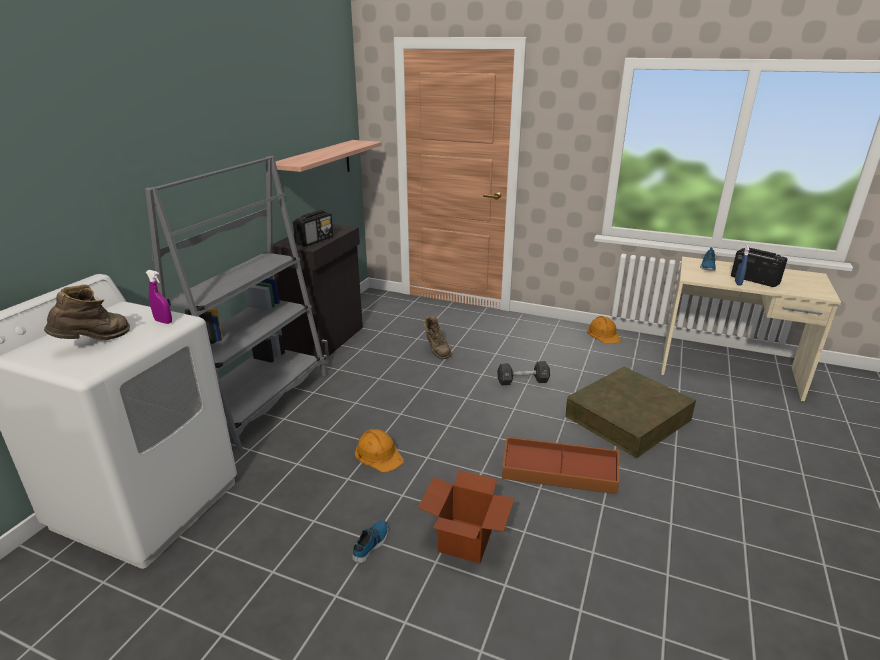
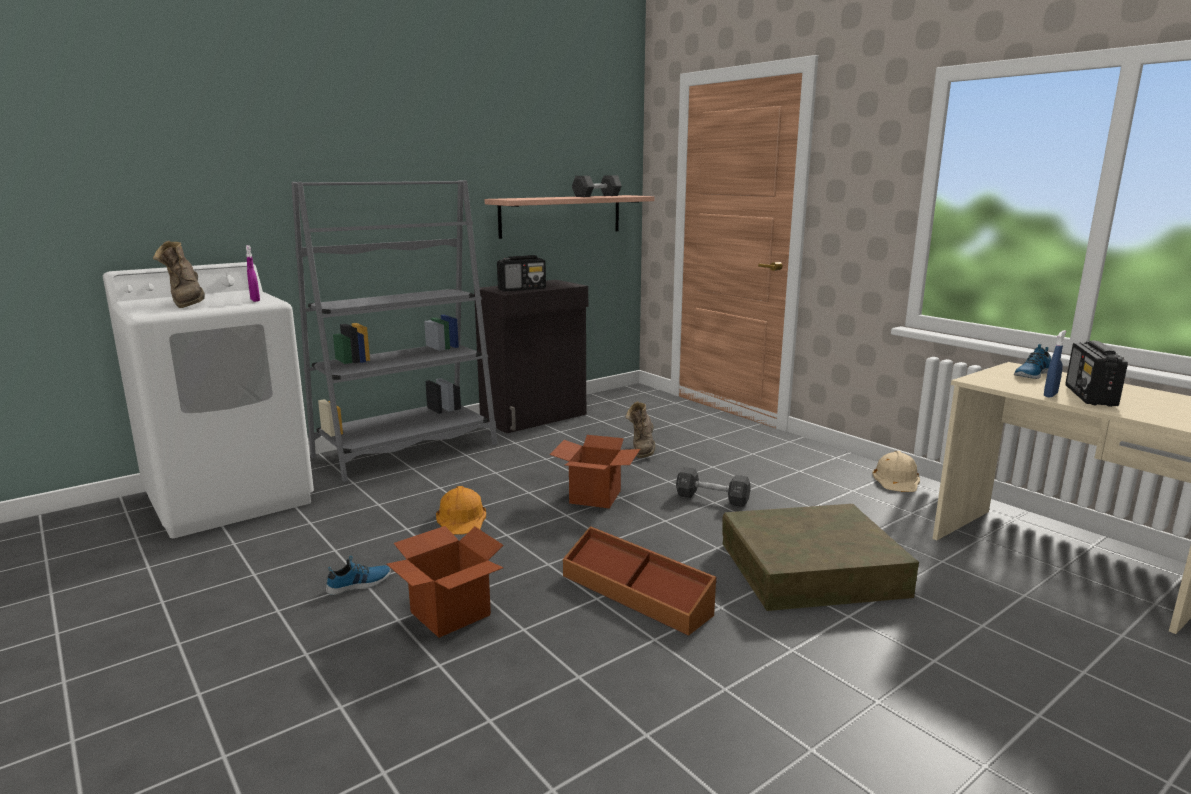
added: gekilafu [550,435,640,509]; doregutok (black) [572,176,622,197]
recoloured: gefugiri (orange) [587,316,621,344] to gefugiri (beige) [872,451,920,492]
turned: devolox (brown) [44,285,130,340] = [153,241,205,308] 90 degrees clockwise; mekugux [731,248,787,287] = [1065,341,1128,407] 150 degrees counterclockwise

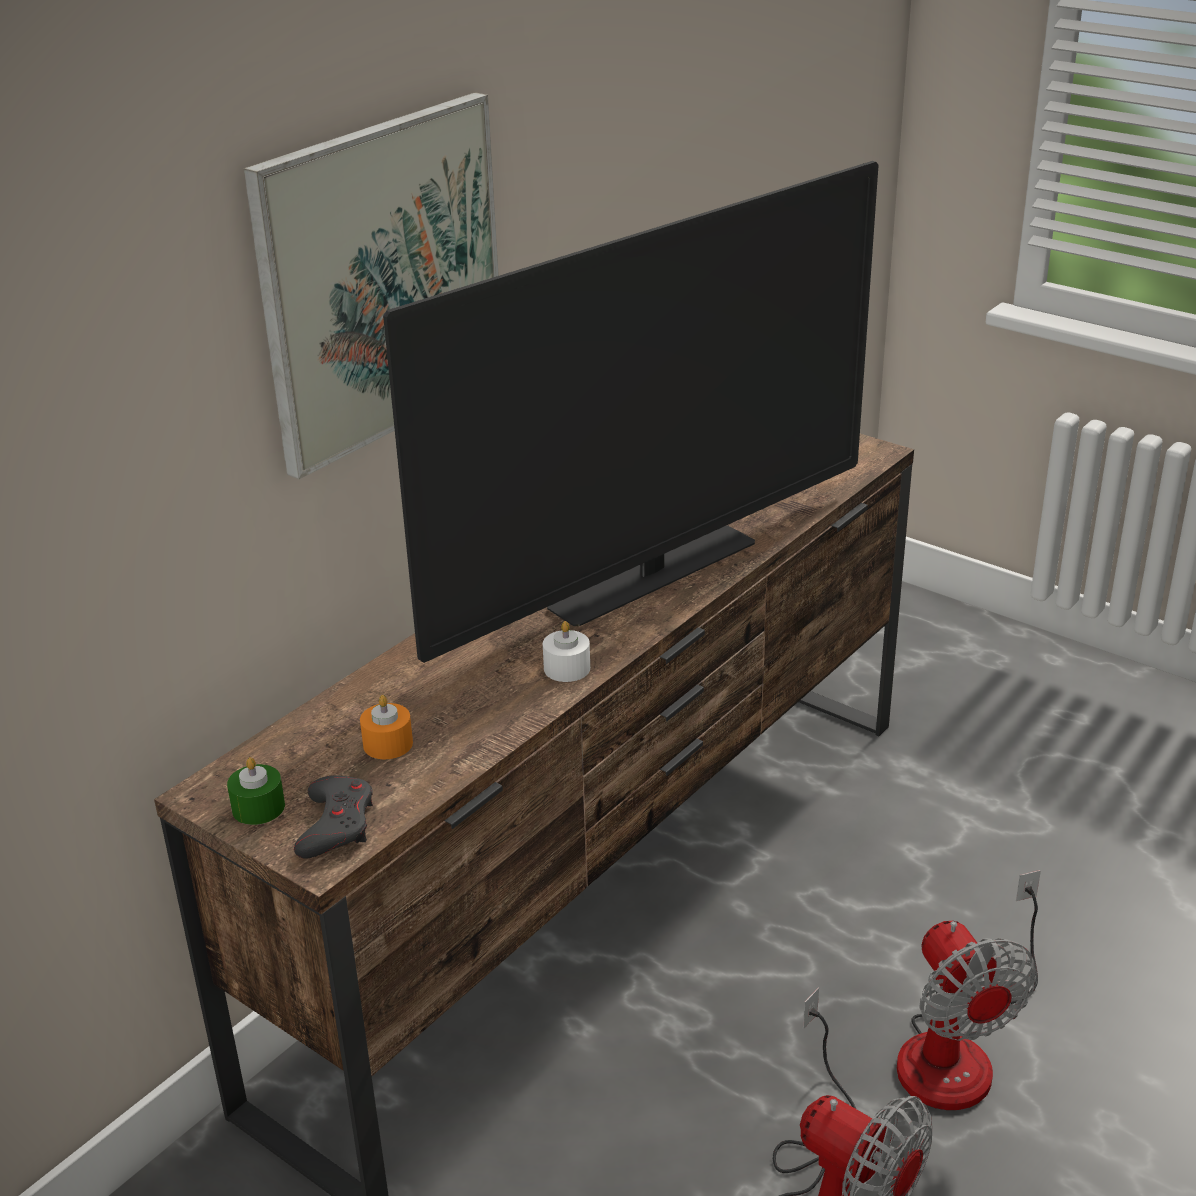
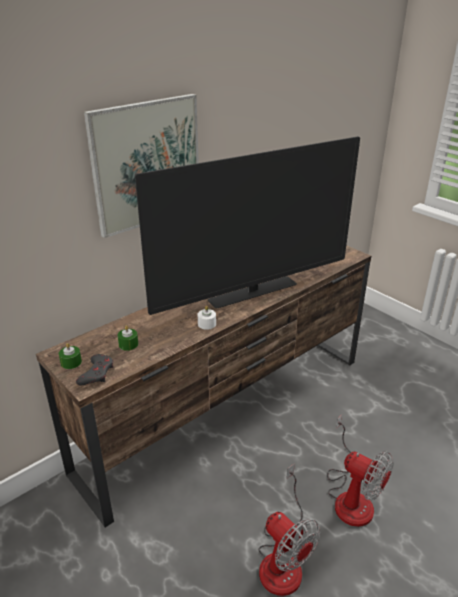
recoloured: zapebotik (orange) [360,695,413,759] to zapebotik (green) [118,325,138,351]
turned: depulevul [896,870,1041,1110] = [327,414,394,527] 45 degrees counterclockwise

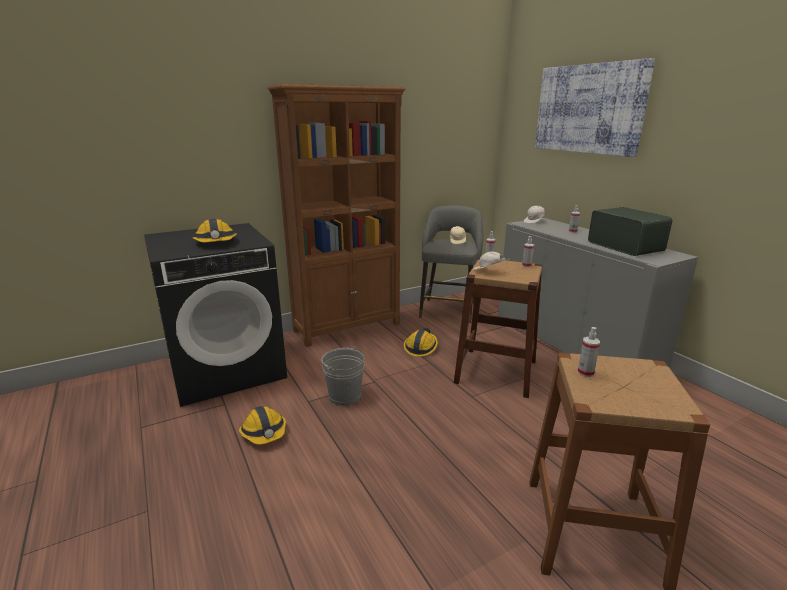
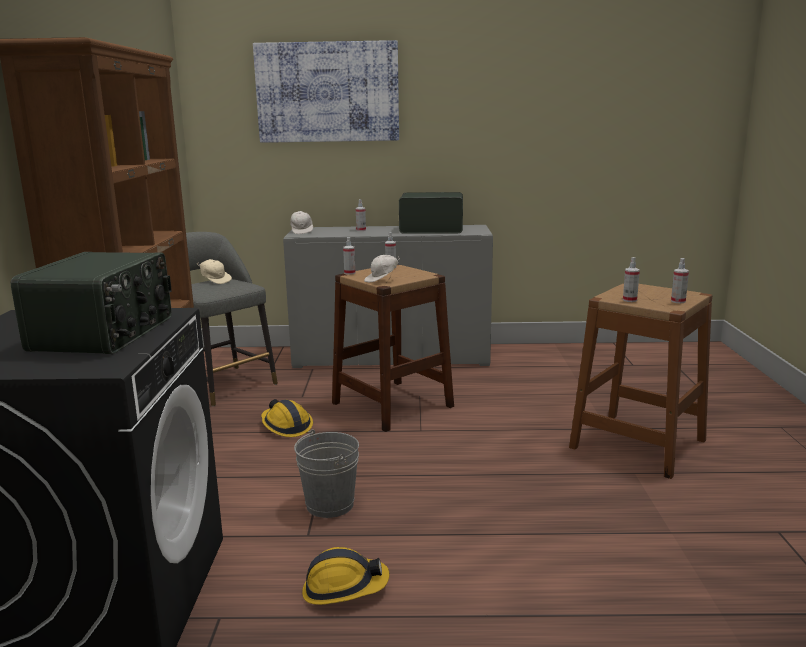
added: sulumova [671,258,689,303]
replaced: gefugiri [192,219,237,242] to mekugux [11,252,172,354]

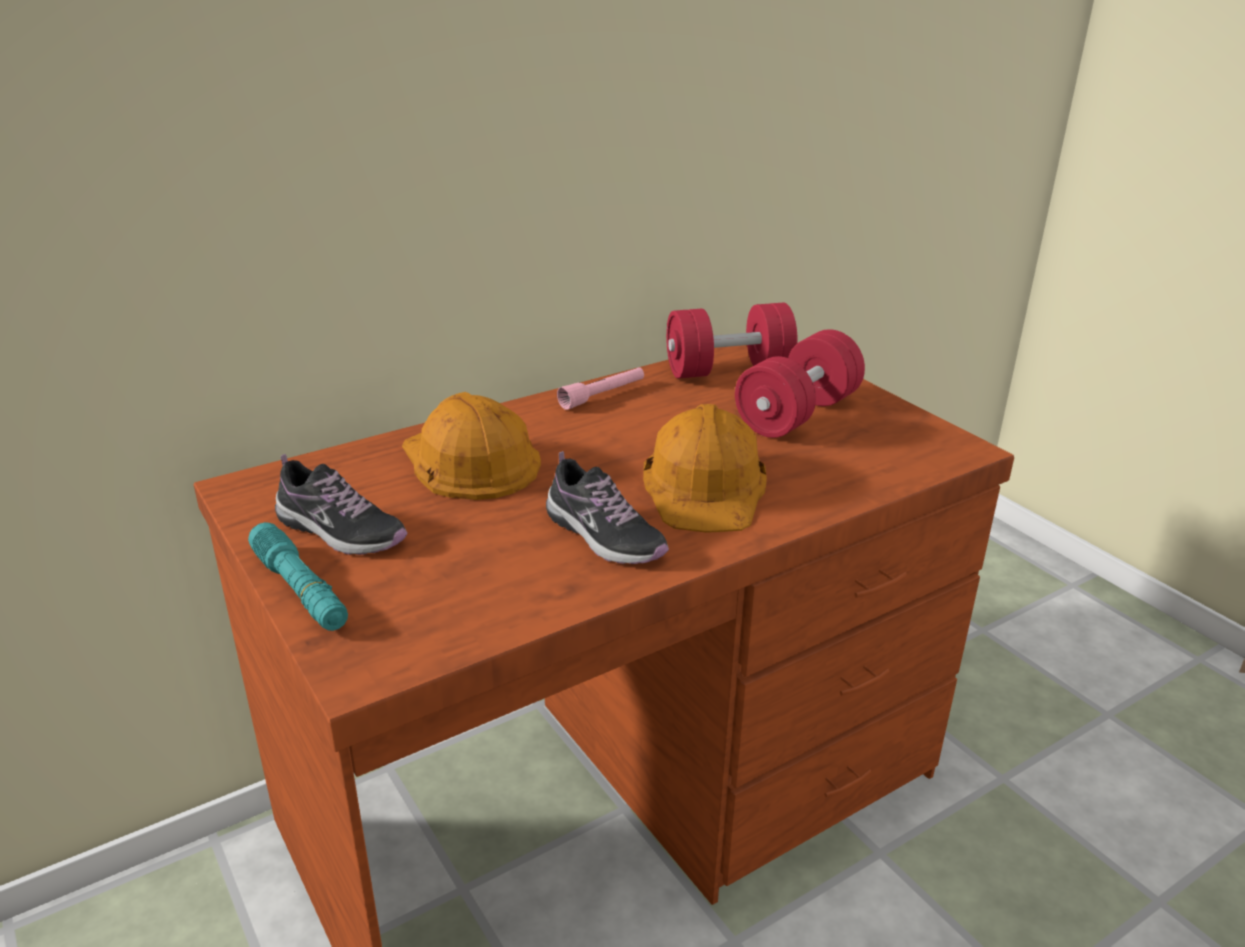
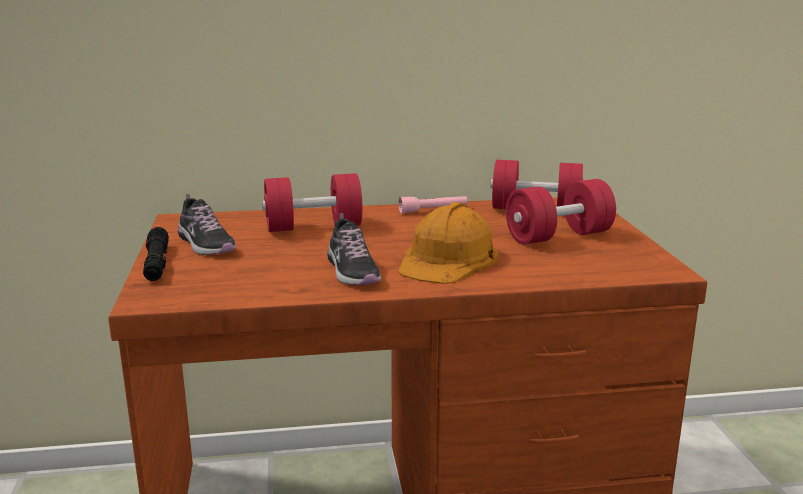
replaced: gefugiri (orange) [402,392,541,500] to doregutok (red) [262,173,362,232]
recoloured: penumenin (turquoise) [248,522,348,631] to penumenin (black) [143,227,169,281]

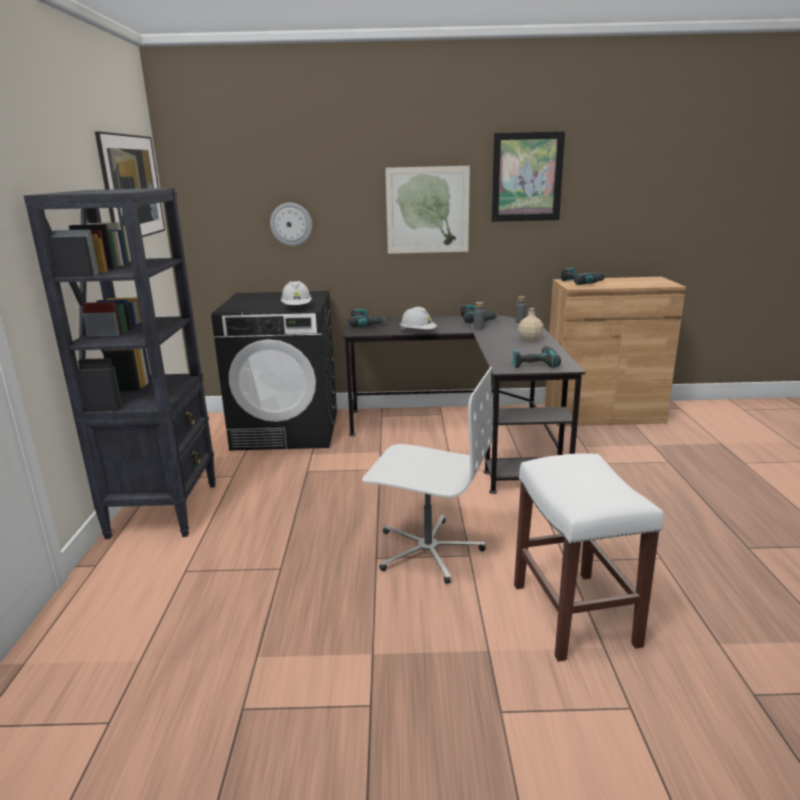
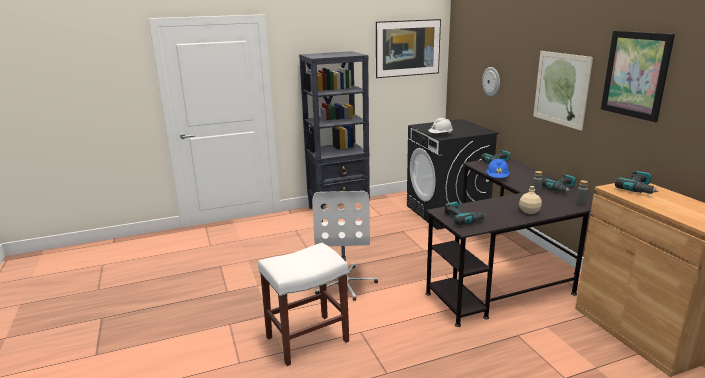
recoloured: gefugiri (white) [400,307,437,331] to gefugiri (blue) [486,159,510,178]

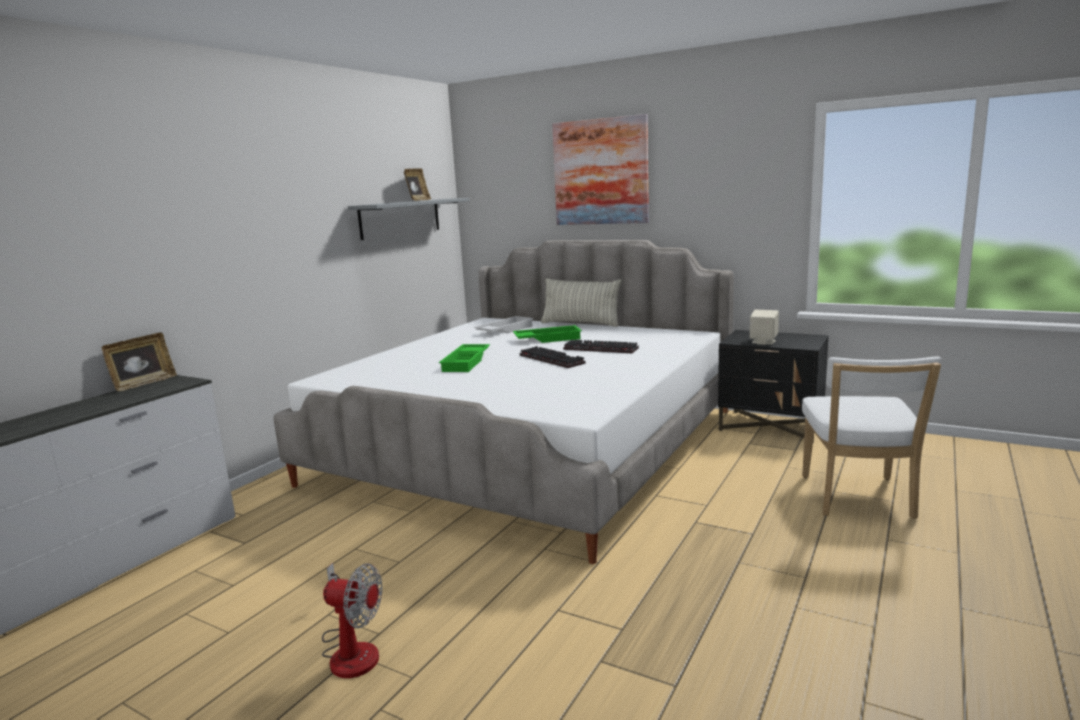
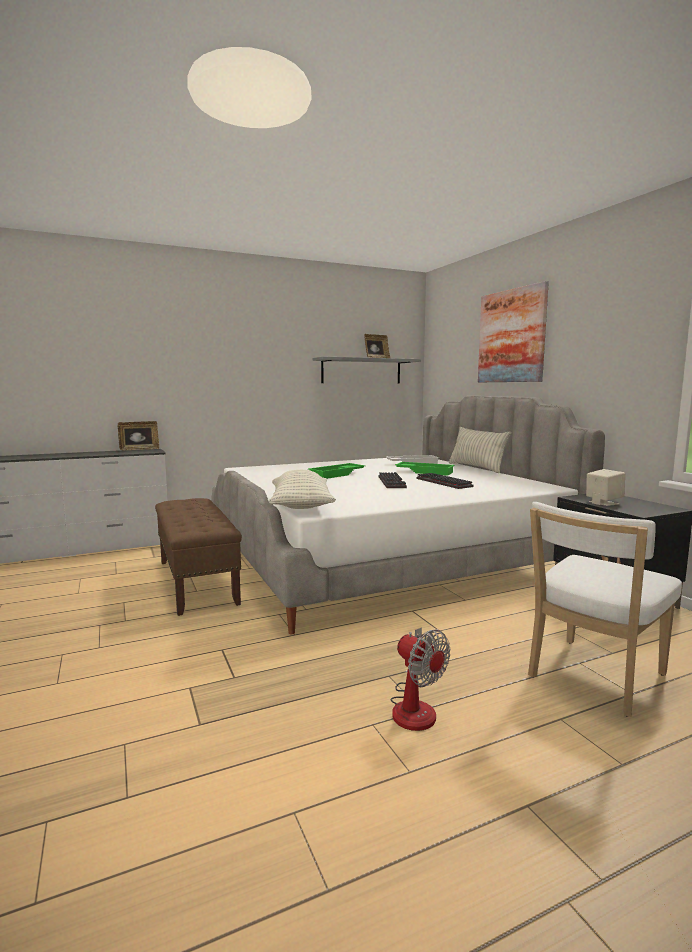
added: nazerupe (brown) [155,498,242,616]; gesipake [269,470,336,509]
moved: depulevul [322,563,382,678] to [391,627,451,731]

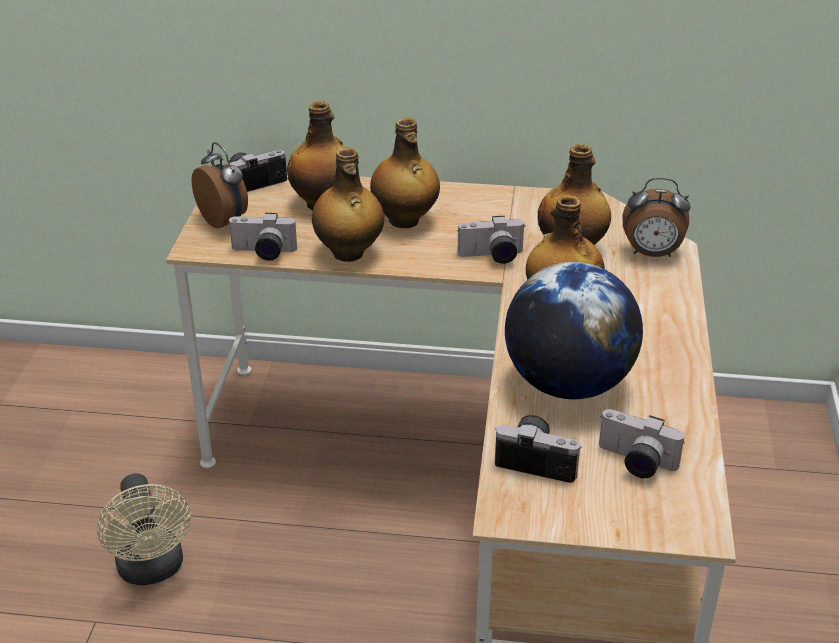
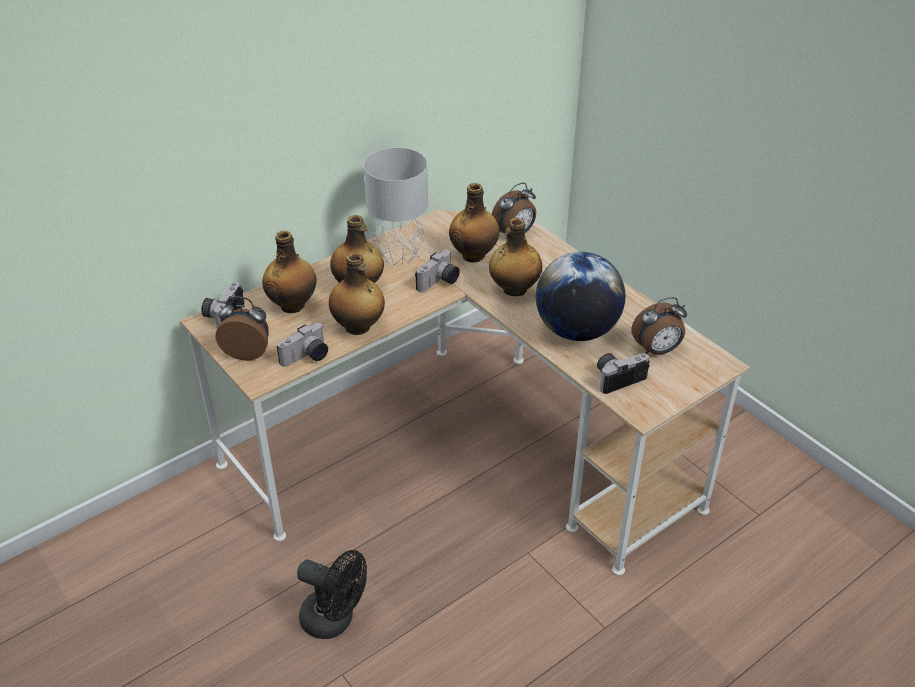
added: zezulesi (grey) [364,148,428,265]
replaced: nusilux [599,409,685,478] to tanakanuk [632,297,687,355]
recoloured: depulevul (beige) [97,473,191,586] to depulevul (black) [297,550,367,639]

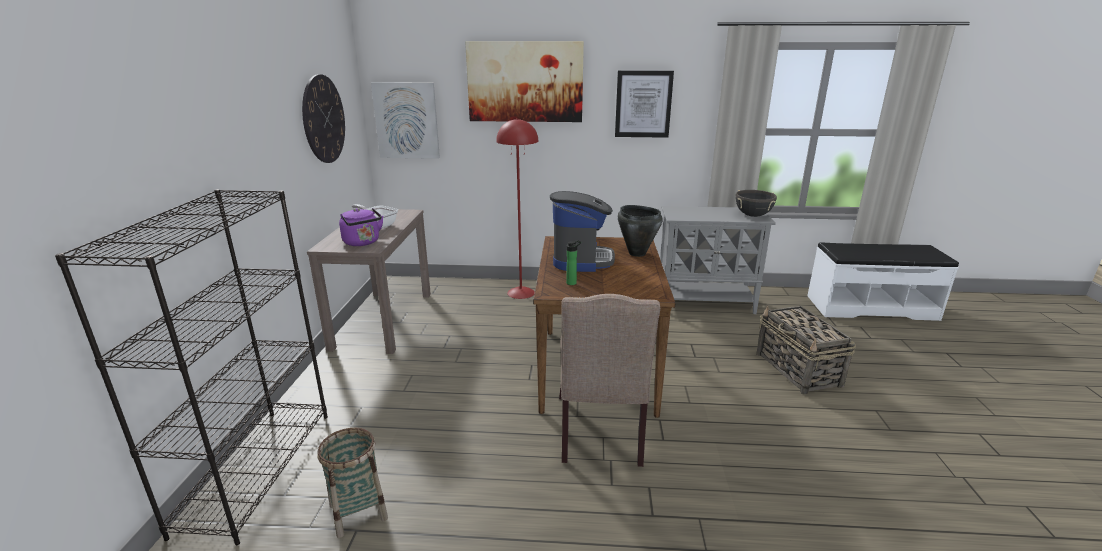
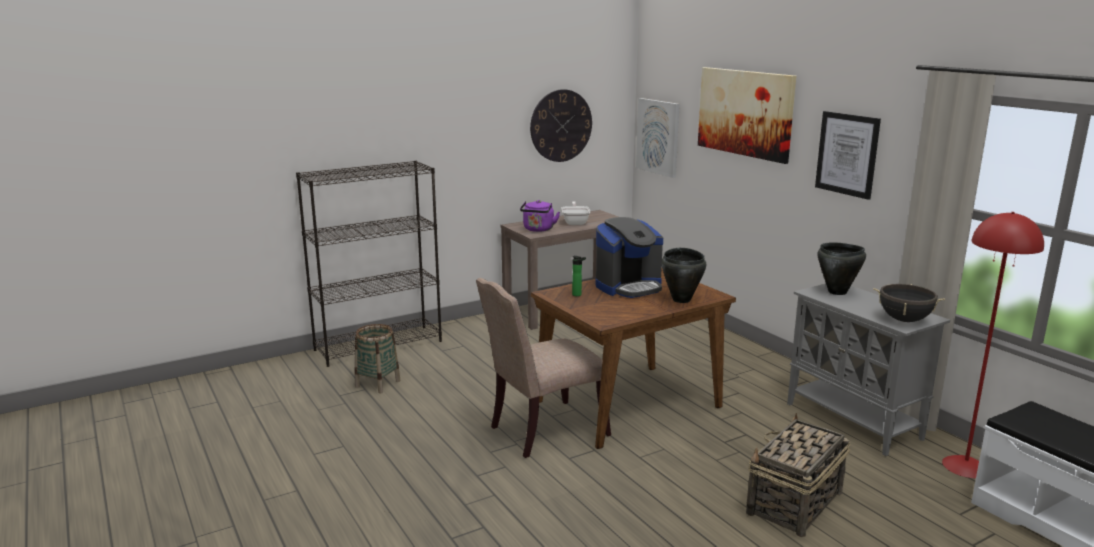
added: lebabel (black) [817,242,866,295]
moved: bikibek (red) [496,118,538,299] to [942,212,1044,478]

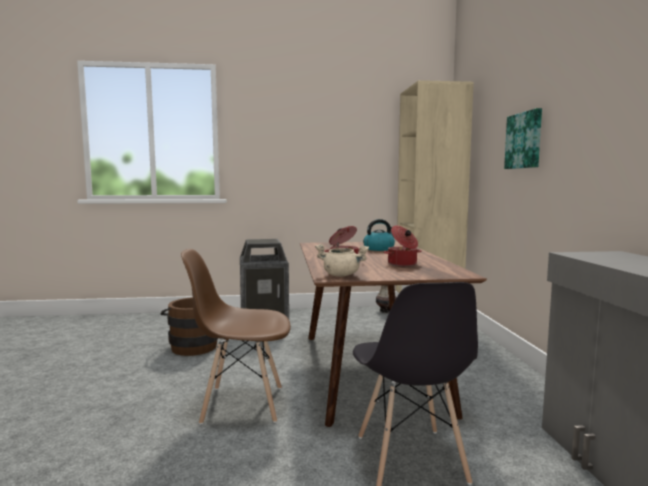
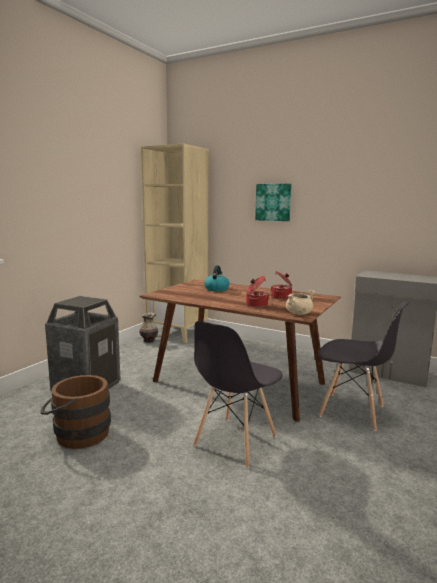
recoloured: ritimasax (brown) [181,249,291,424] to ritimasax (grey) [193,321,283,468]

